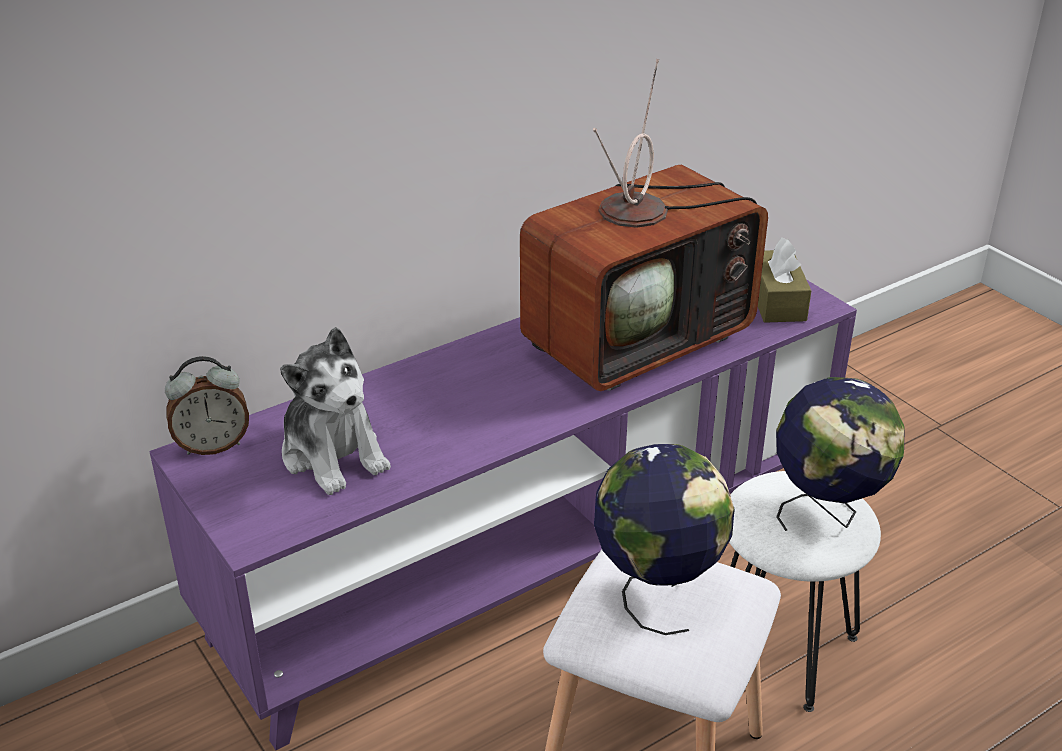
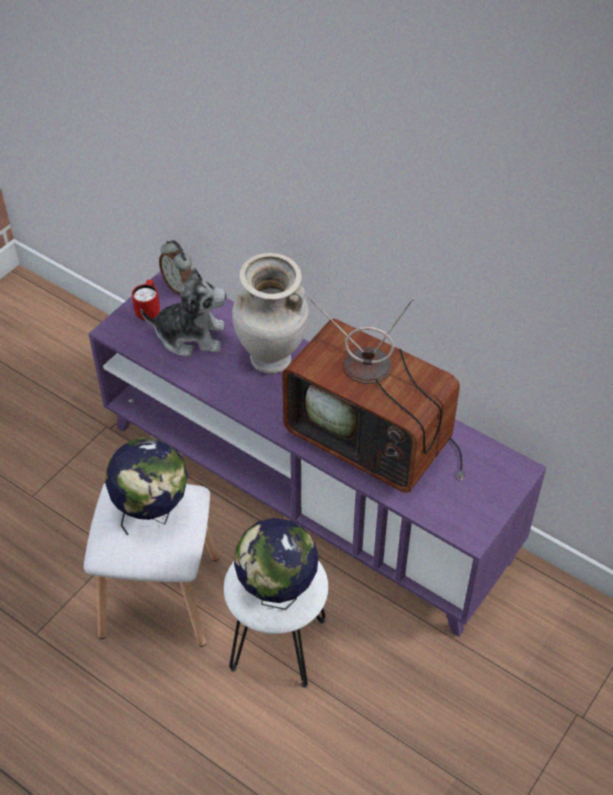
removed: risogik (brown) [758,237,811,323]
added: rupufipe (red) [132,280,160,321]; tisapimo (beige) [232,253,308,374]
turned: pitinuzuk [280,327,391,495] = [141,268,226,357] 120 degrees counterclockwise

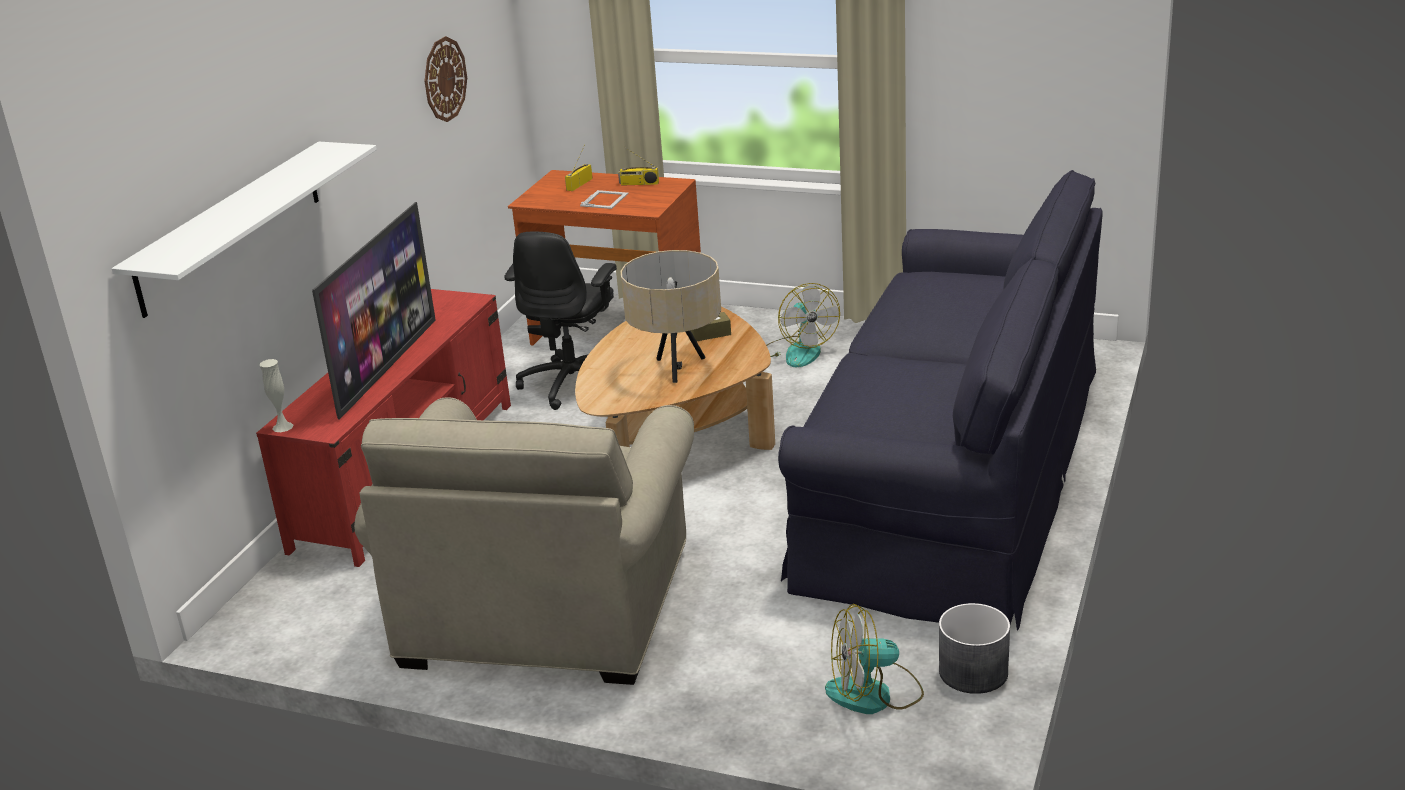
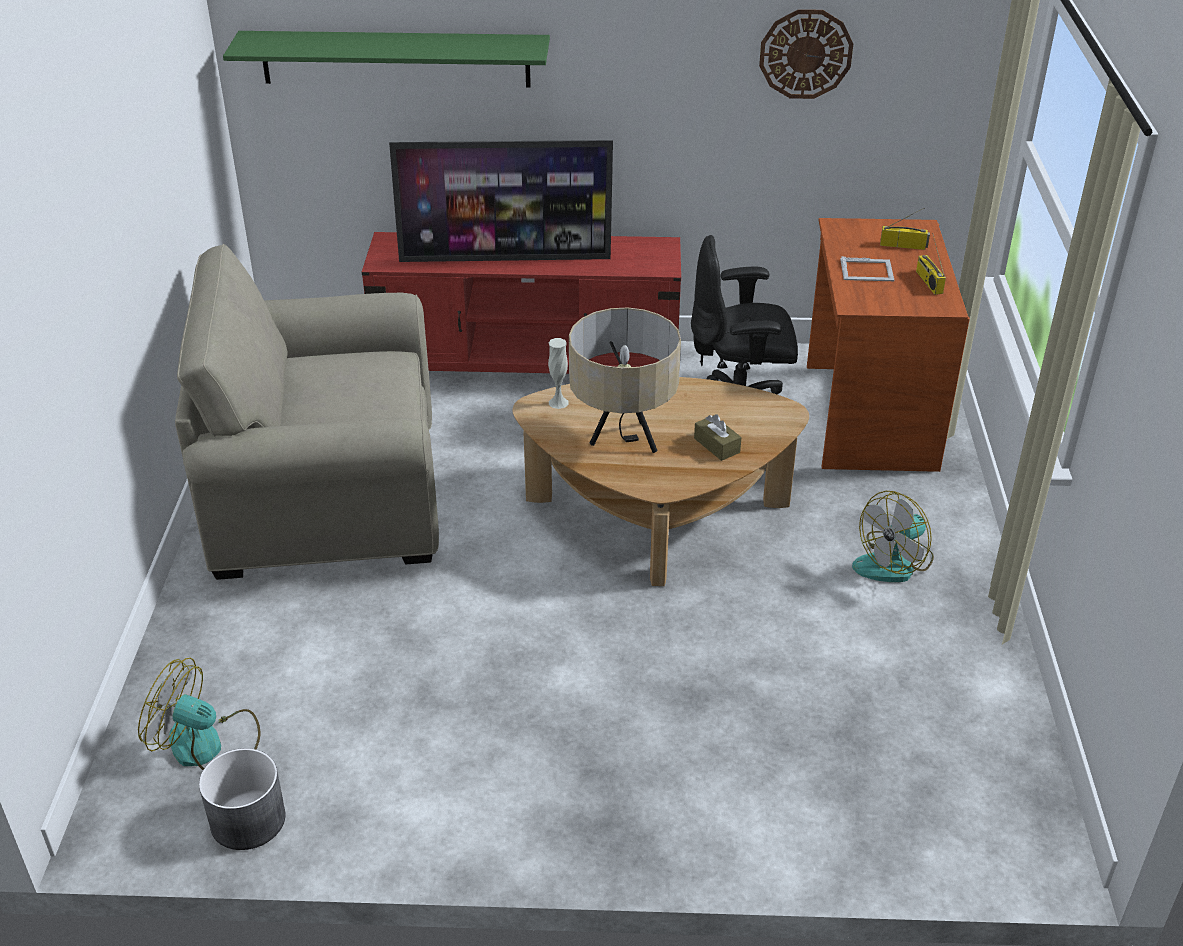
removed: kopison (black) [778,170,1103,631]
moved: tisapimo (white) [260,359,293,432] to [548,338,569,409]
recoloured: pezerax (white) [112,142,377,318] to pezerax (green) [223,31,550,87]
turned: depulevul [825,604,924,714] = [138,658,260,770] 45 degrees counterclockwise

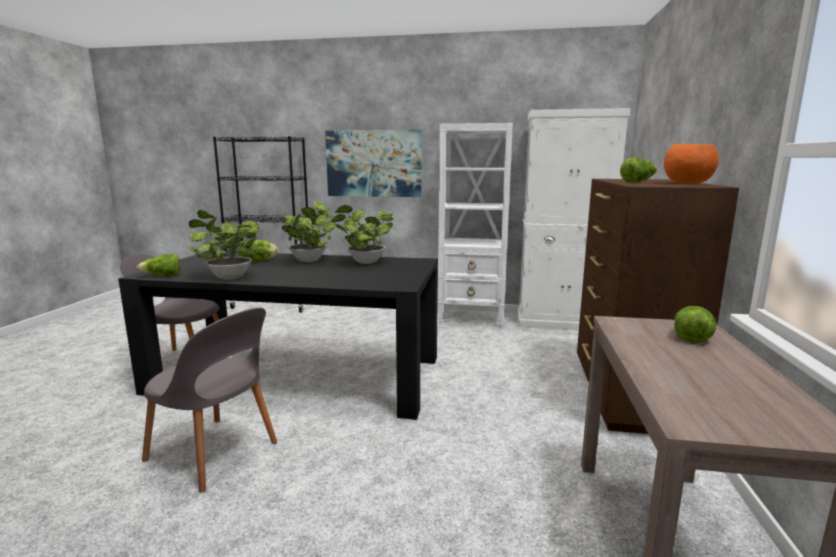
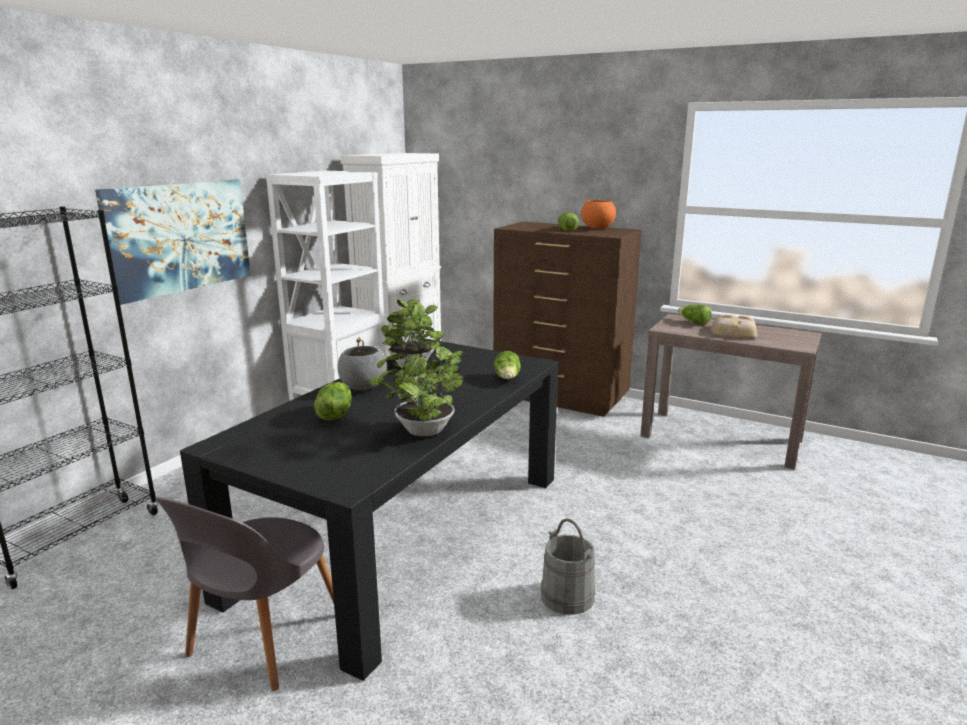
added: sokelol [711,315,757,339]
moved: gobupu [136,254,180,276] to [494,351,521,379]
replaced: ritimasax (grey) [142,308,277,493] to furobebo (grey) [541,518,595,615]; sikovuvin [282,201,336,262] to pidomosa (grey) [337,346,387,390]

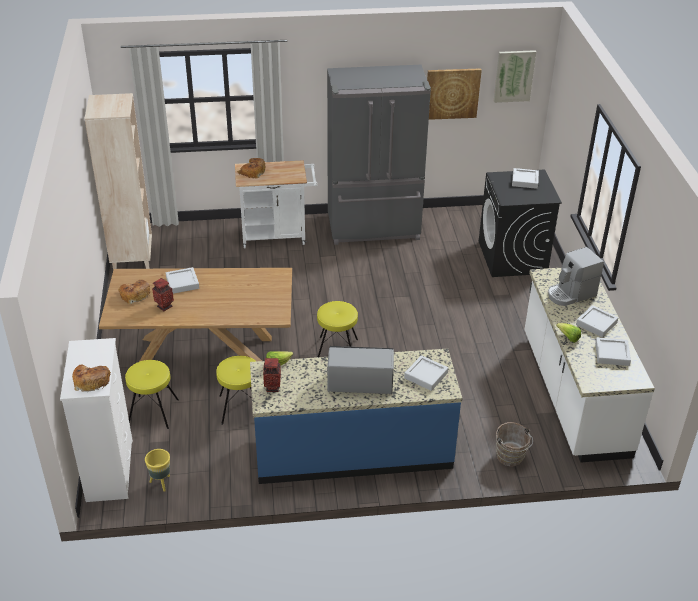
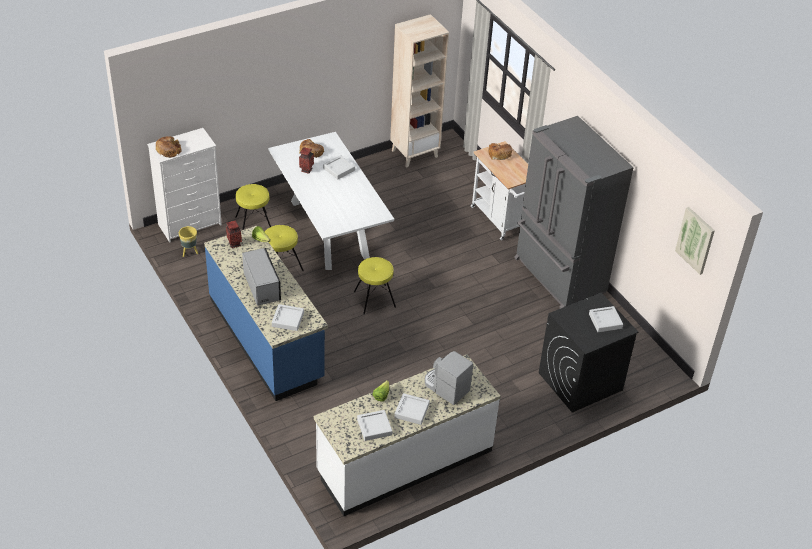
removed: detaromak [427,68,482,120]; furobebo (brown) [496,422,533,466]
recoloured: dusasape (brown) [99,268,292,362] to dusasape (white) [268,132,394,270]

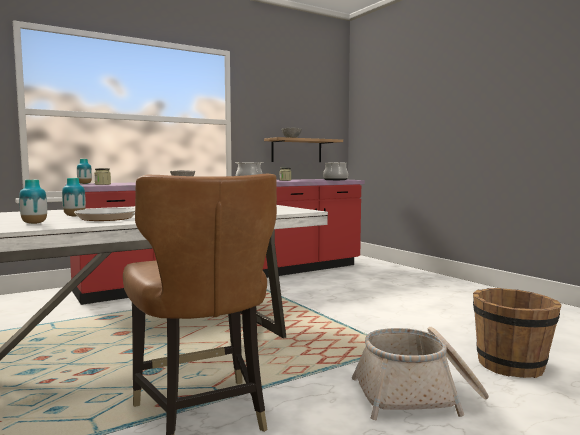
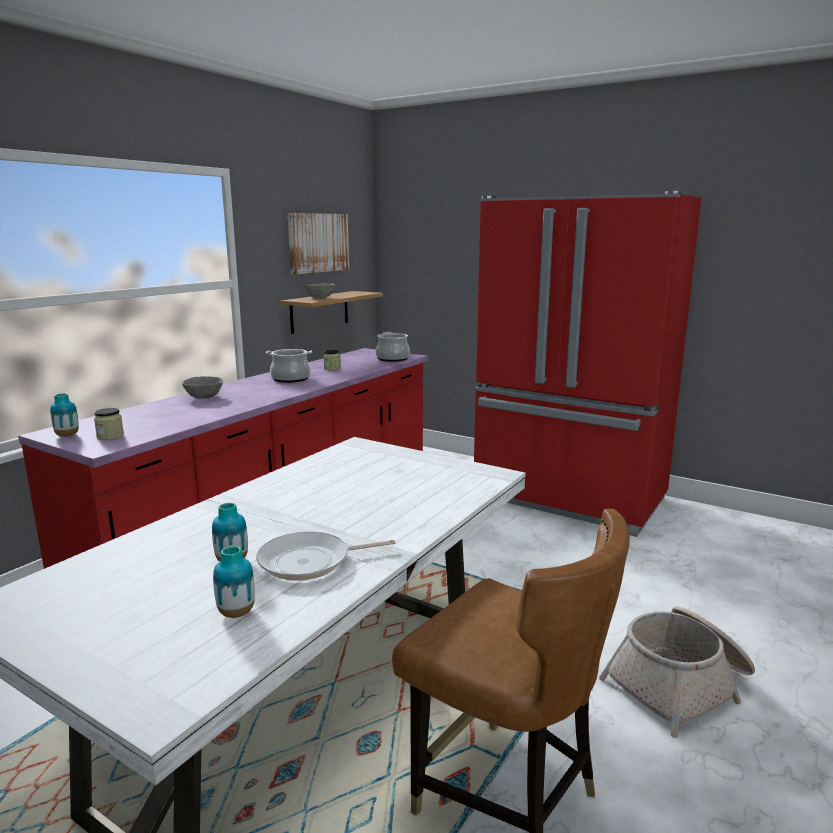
removed: furobebo (brown) [473,288,561,378]
added: detaromak [288,213,349,274]; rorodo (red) [474,191,702,537]

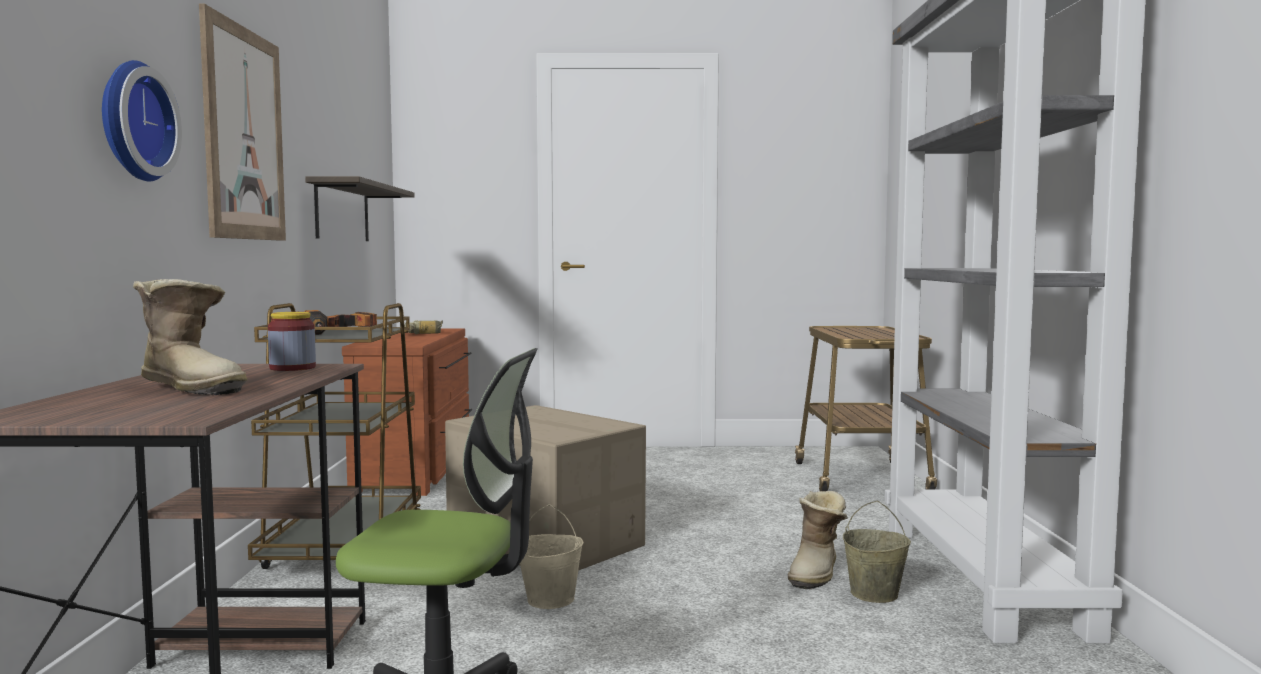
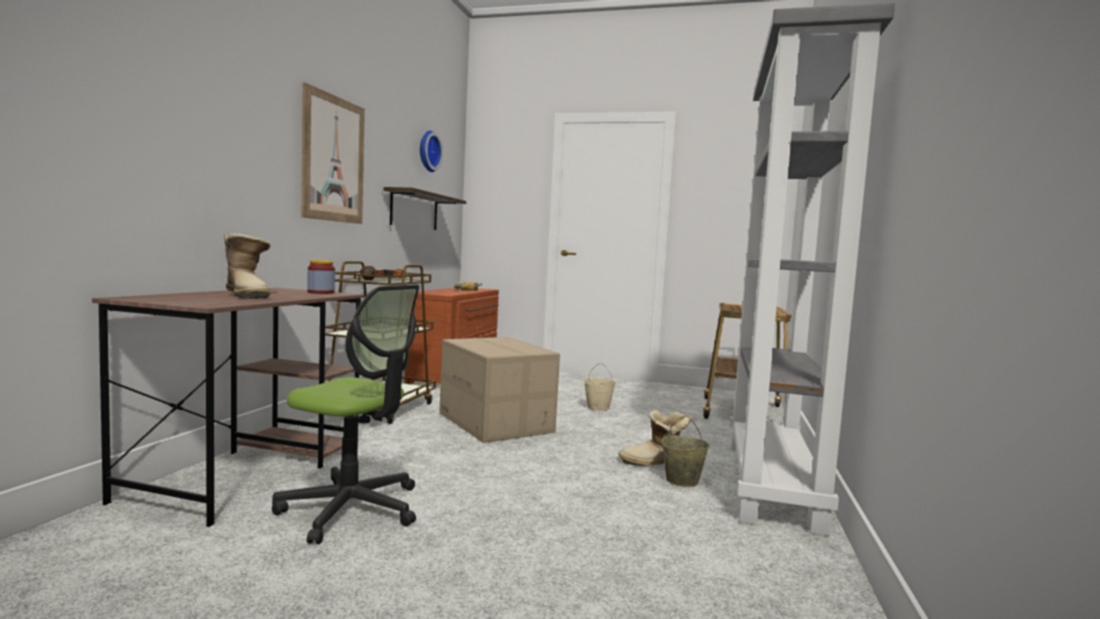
moved: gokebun [102,60,182,182] to [420,130,443,172]; furobebo (beige) [520,504,584,609] to [584,363,616,411]
turned: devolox [788,491,848,590] = [618,410,692,466] 45 degrees clockwise

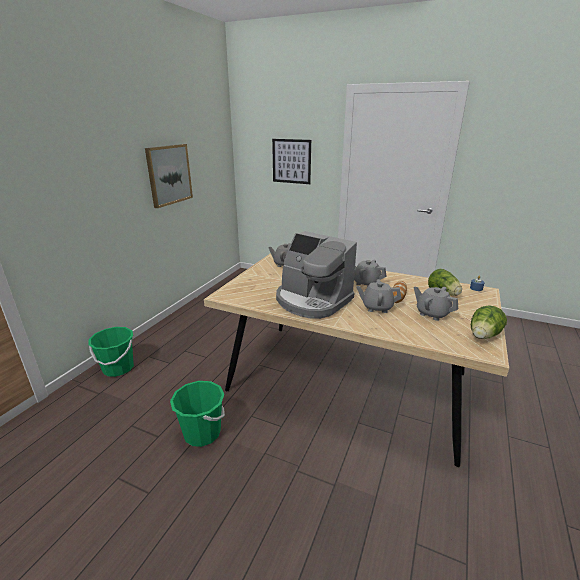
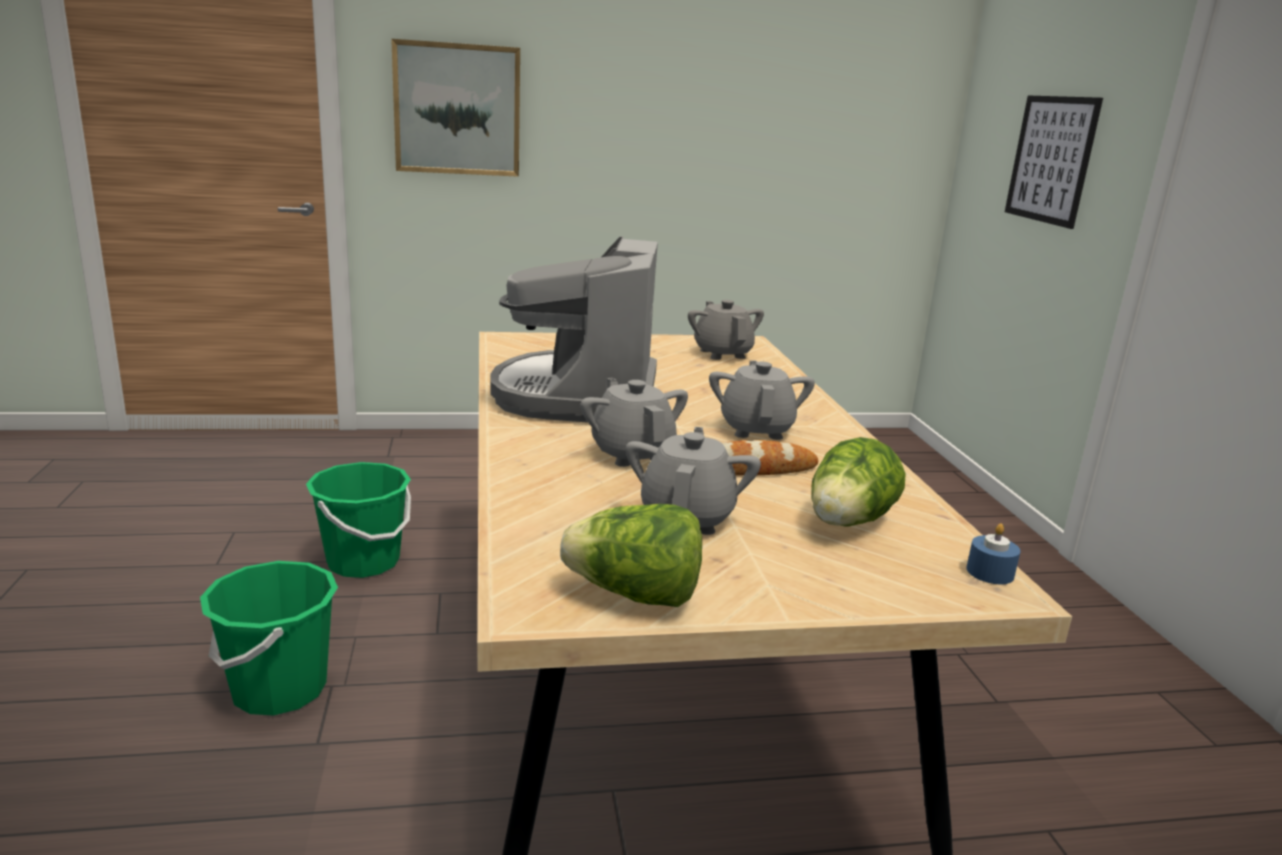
moved: furobebo (green) [88,327,134,377] to [200,561,338,716]; detaromak [145,144,193,208] to [391,39,520,177]

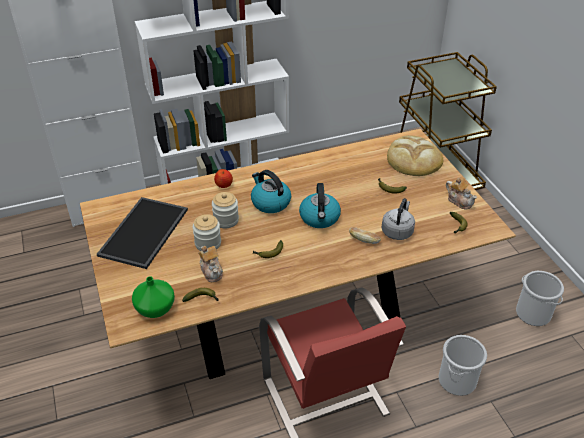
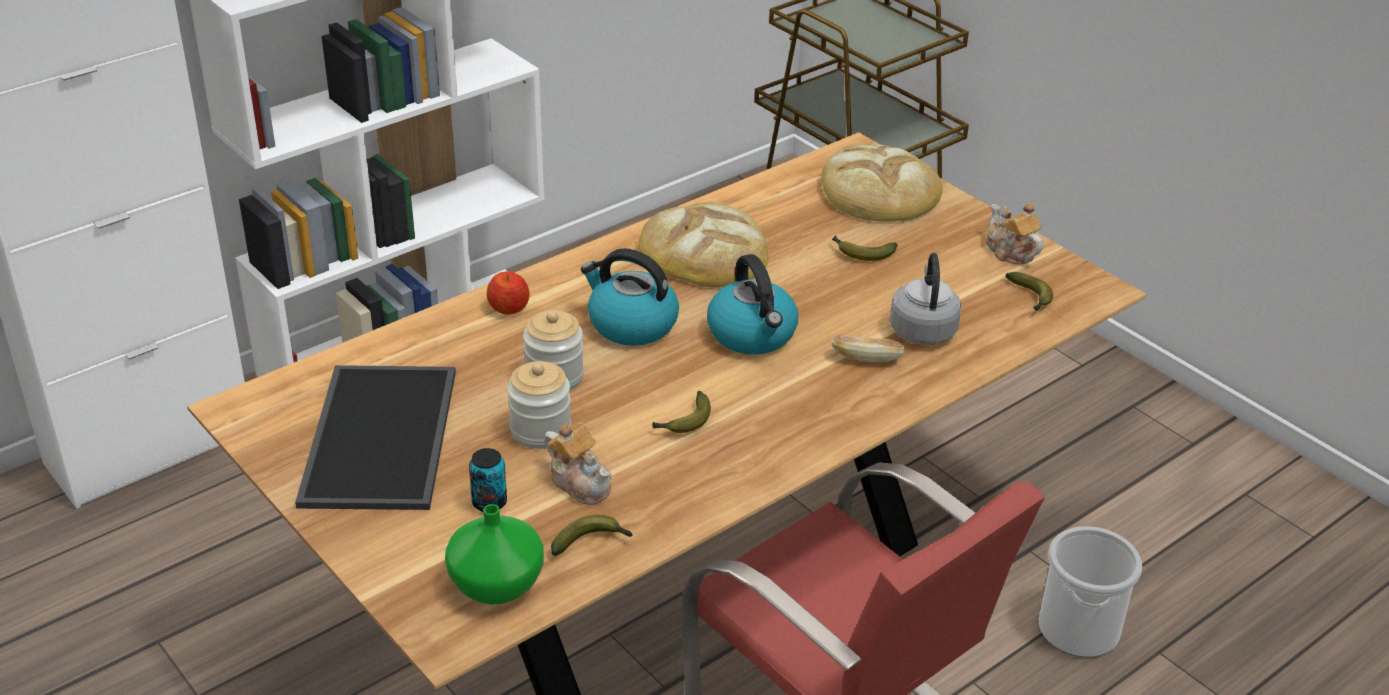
removed: furobebo [516,271,564,326]
added: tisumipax [469,448,507,512]; sokelol [638,202,769,288]
turned: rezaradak [446,177,477,210] = [986,202,1043,264] 150 degrees counterclockwise

